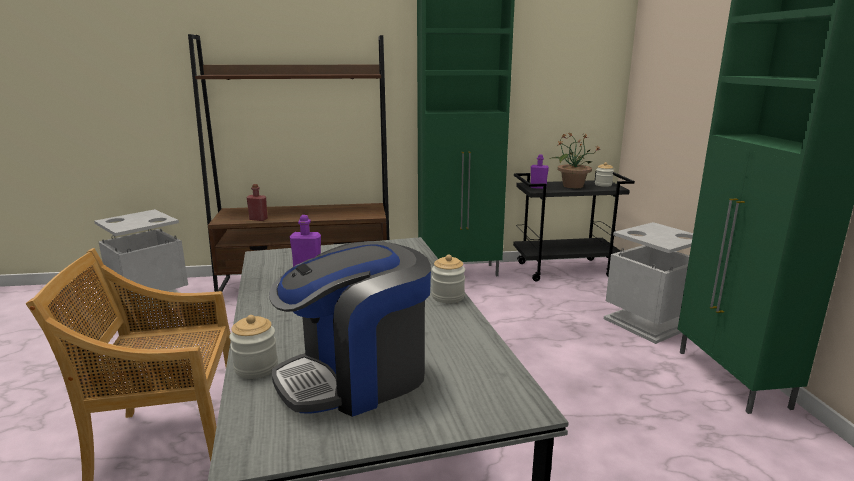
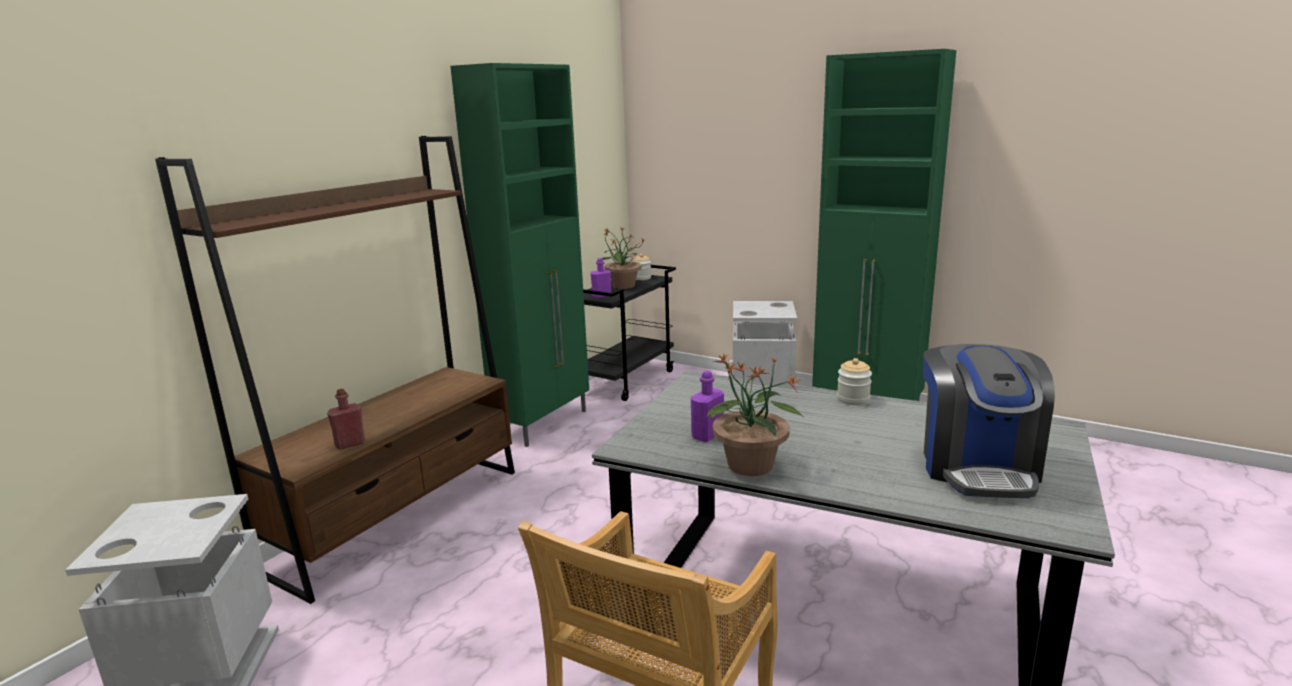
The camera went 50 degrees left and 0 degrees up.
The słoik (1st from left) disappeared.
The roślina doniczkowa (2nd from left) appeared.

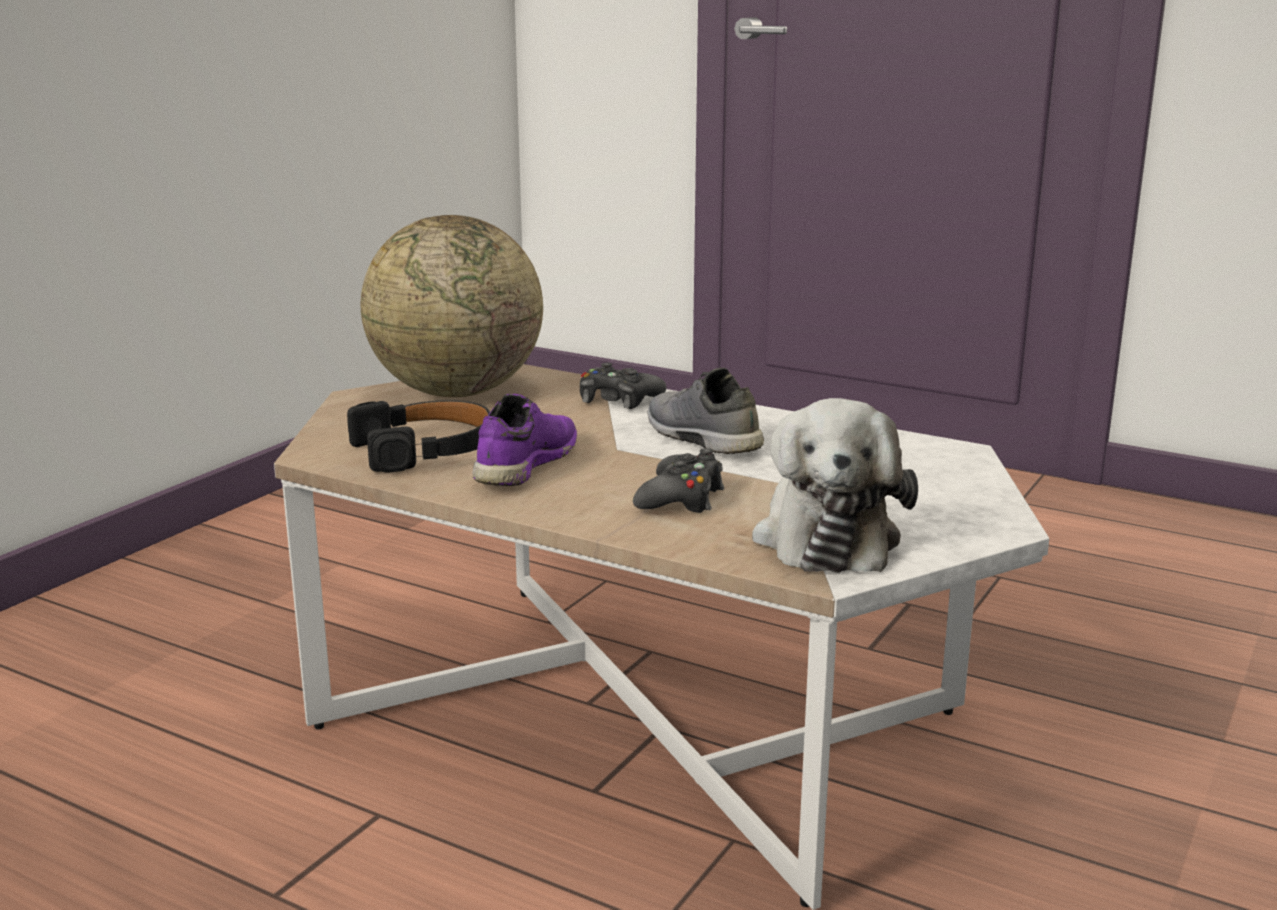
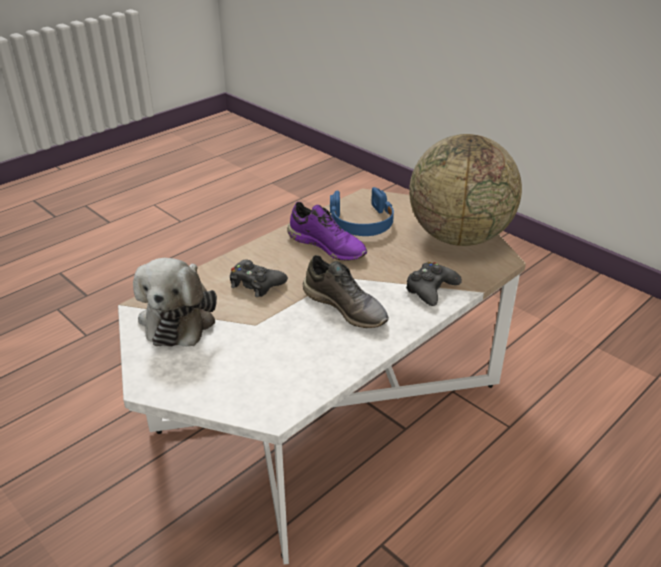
The camera went 105 degrees right and 15 degrees up.
The słuchawki/czarny became the słuchawki/niebieski.
The but/szary turned 60 degrees clockwise.
The pluszak turned 105 degrees counterclockwise.

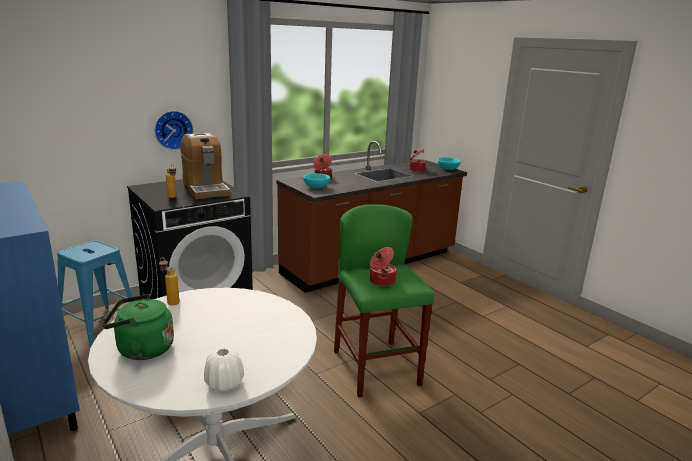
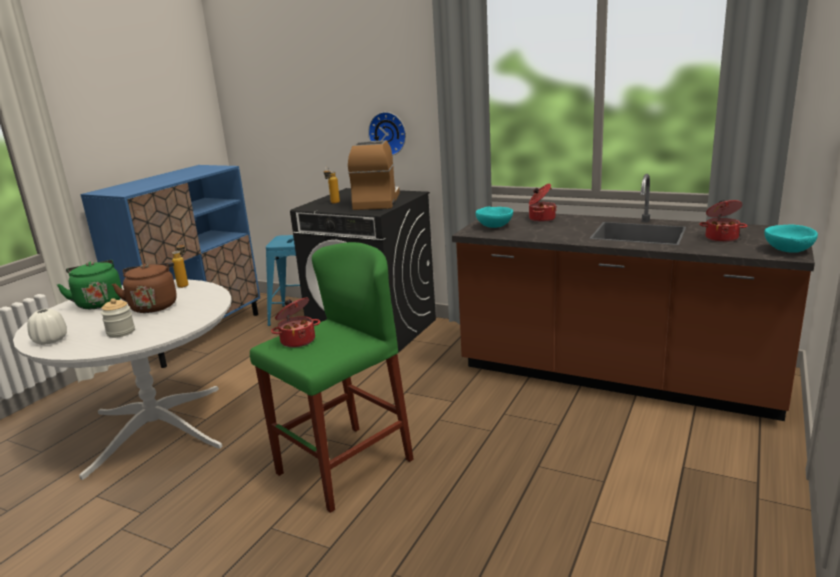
The camera went 65 degrees right and 0 degrees up.
The ekspres do kawy turned 150 degrees clockwise.
The słoik appeared.
The czajnik/brązowy appeared.

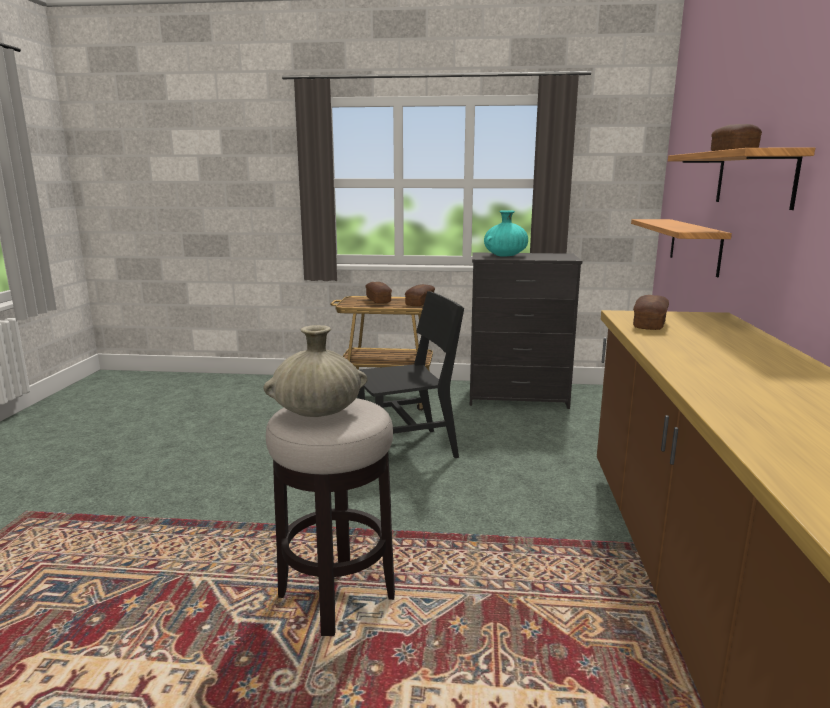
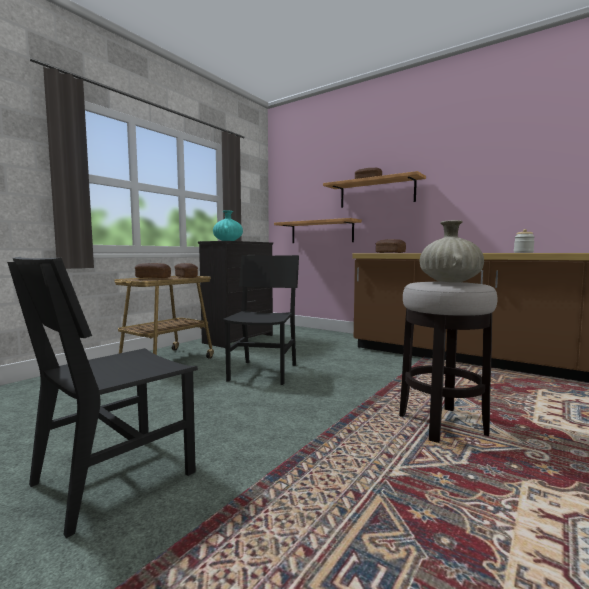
The camera went 60 degrees left and 10 degrees down.
The krzesło/czarny (1st from left) appeared.
The słoik appeared.

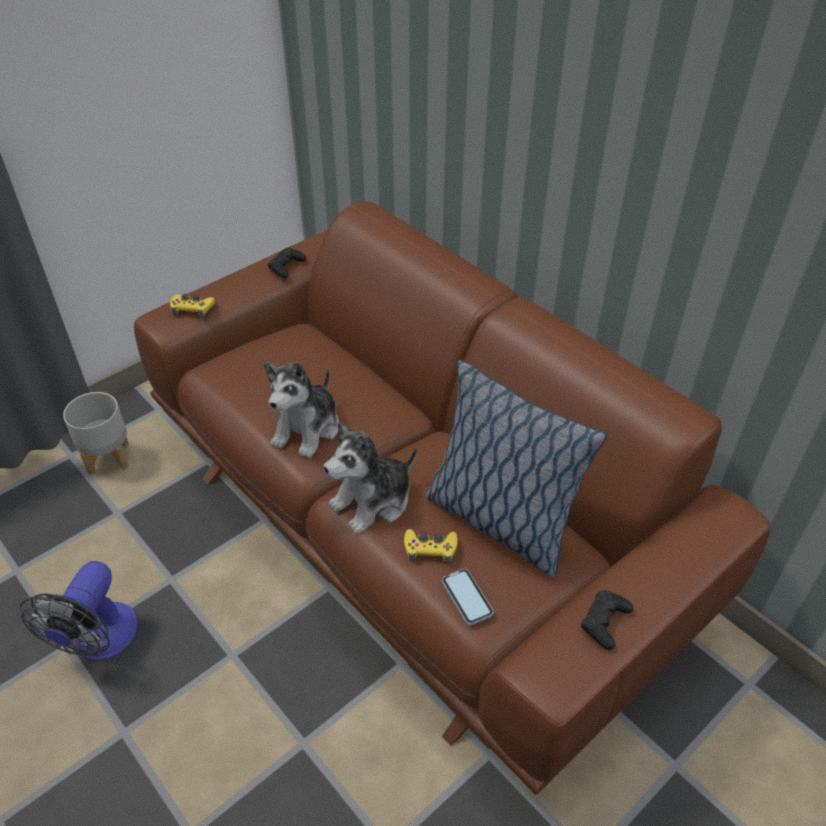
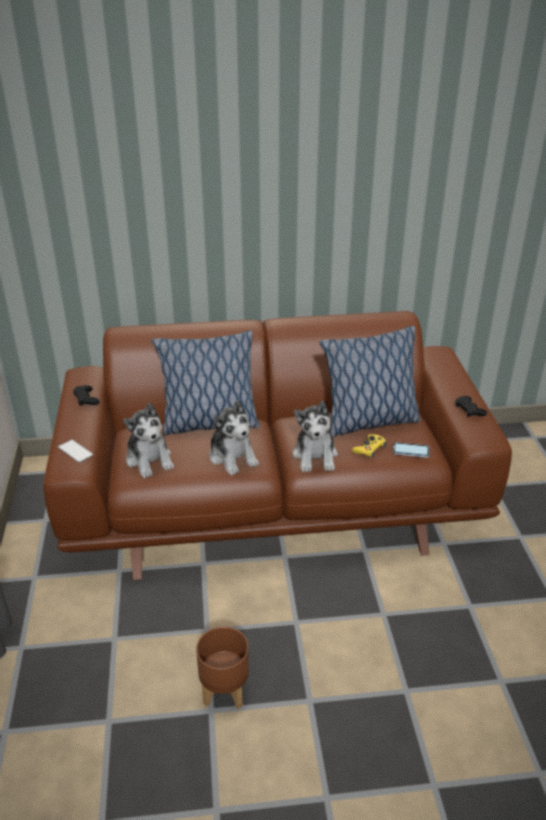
The camera went 55 degrees left and 10 degrees down.
The wentylator was replaced by the donica/brązowy.
The donica/szary disappeared.
The pad do gier/żółty (1st from left) was replaced by the telefon (1st from left).
The pluszak (1st from left) appeared.
The poduszka (1st from left) appeared.

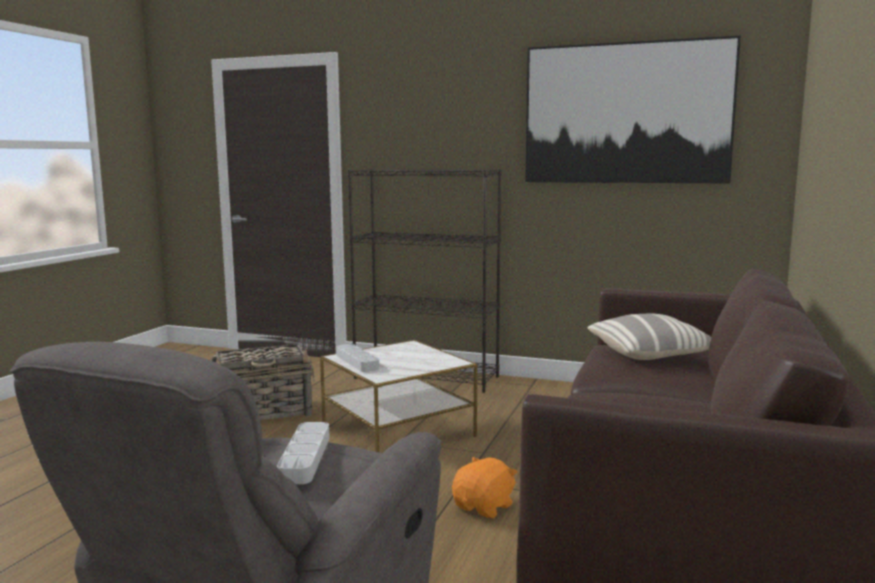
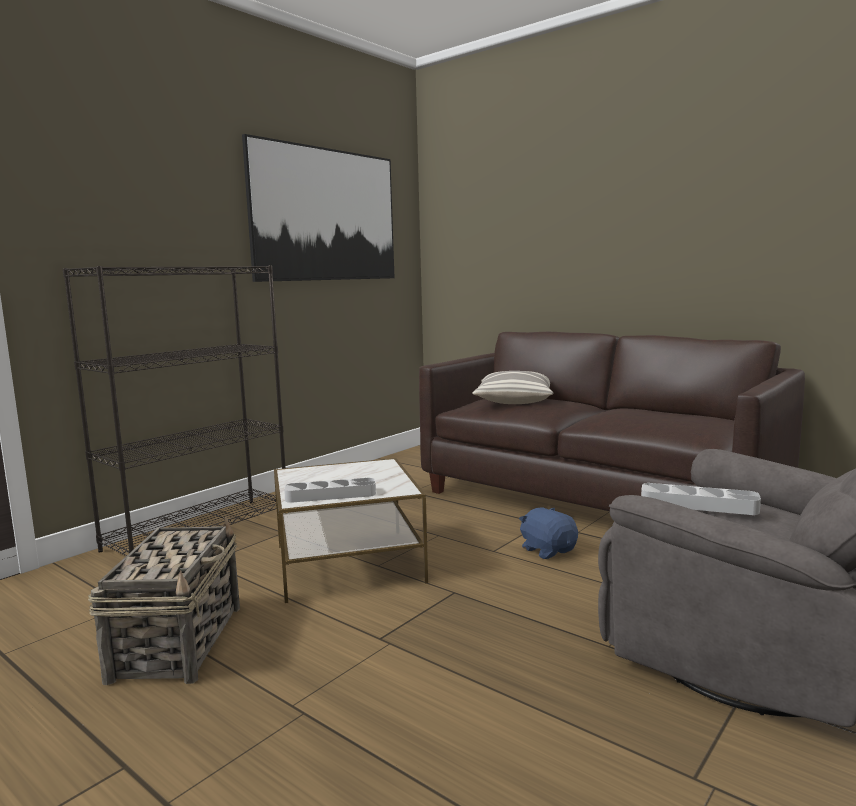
The camera went 70 degrees left and 0 degrees up.
The pluszak/pomarańczowy became the pluszak/niebieski.

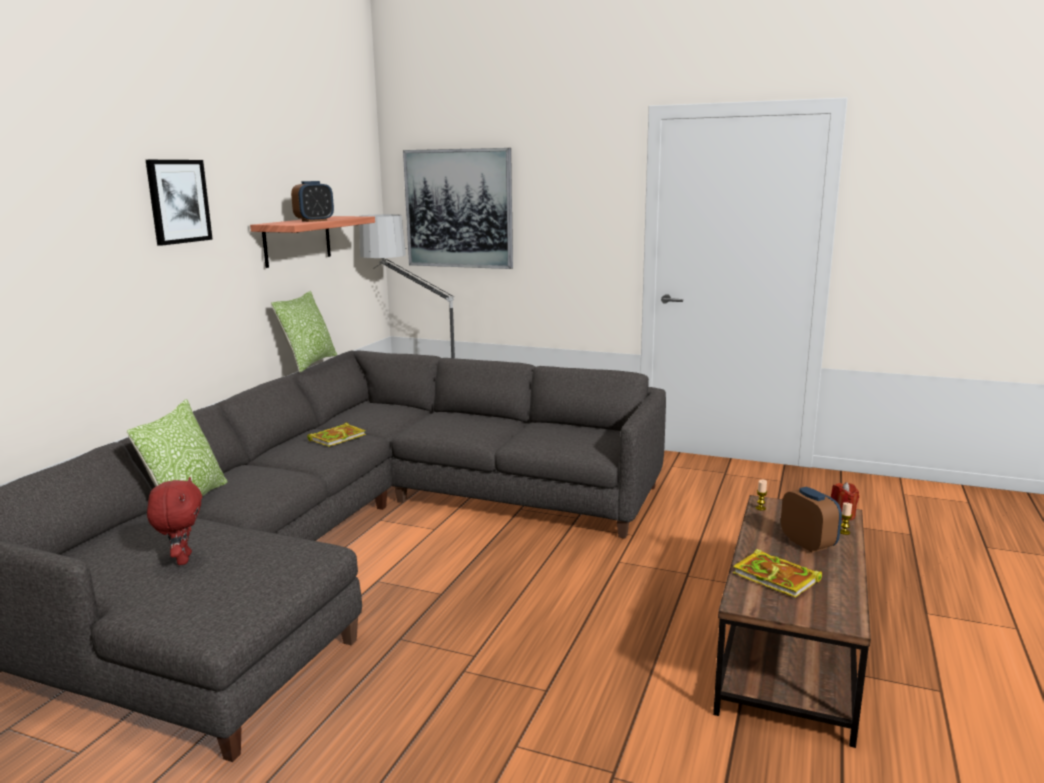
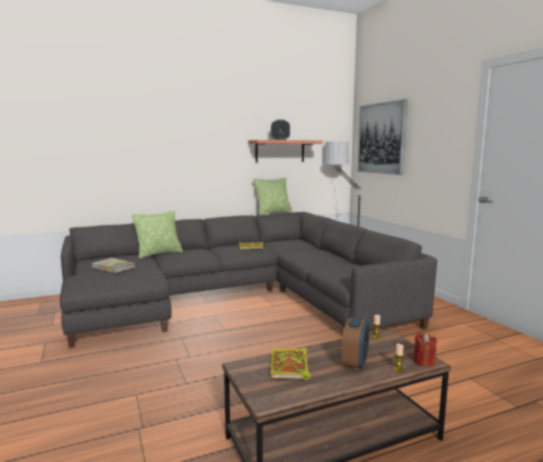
The camera went 45 degrees right and 5 degrees down.
The obraz (1st from left) disappeared.
The pluszak/czerwony was replaced by the książka (1st from left).

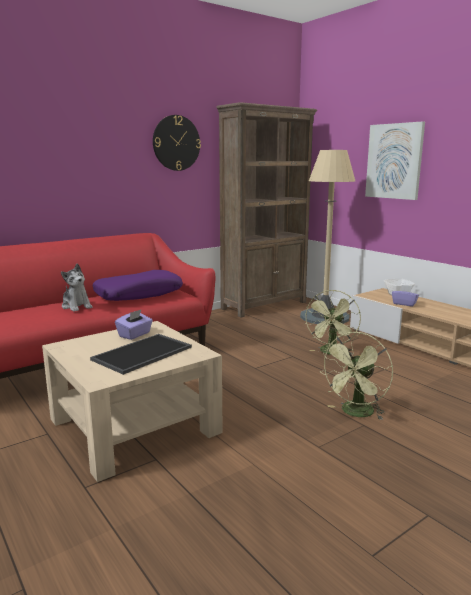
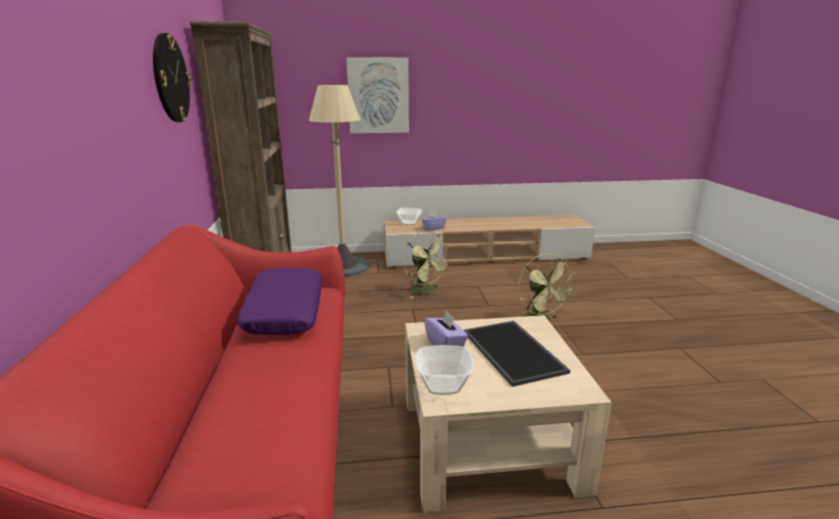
The camera went 60 degrees left and 5 degrees up.
The pluszak disappeared.
The miska (2nd from left) appeared.

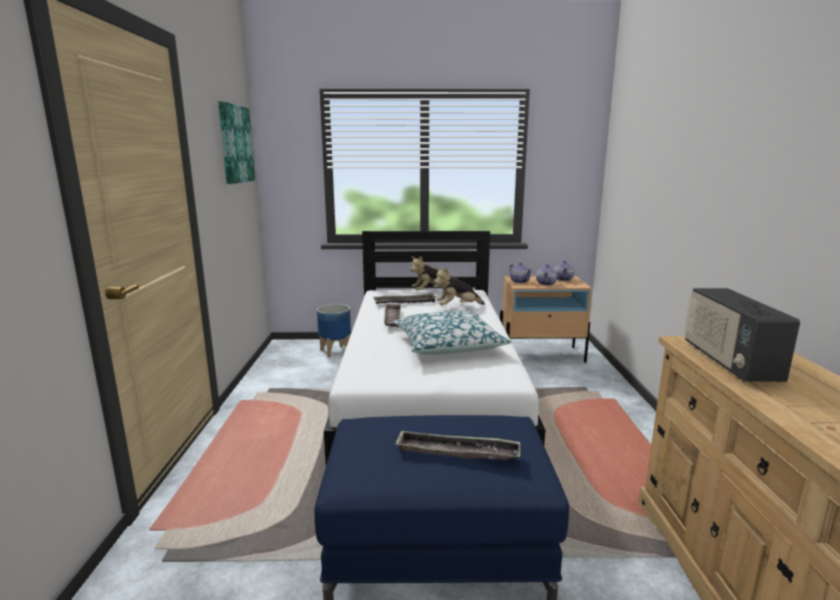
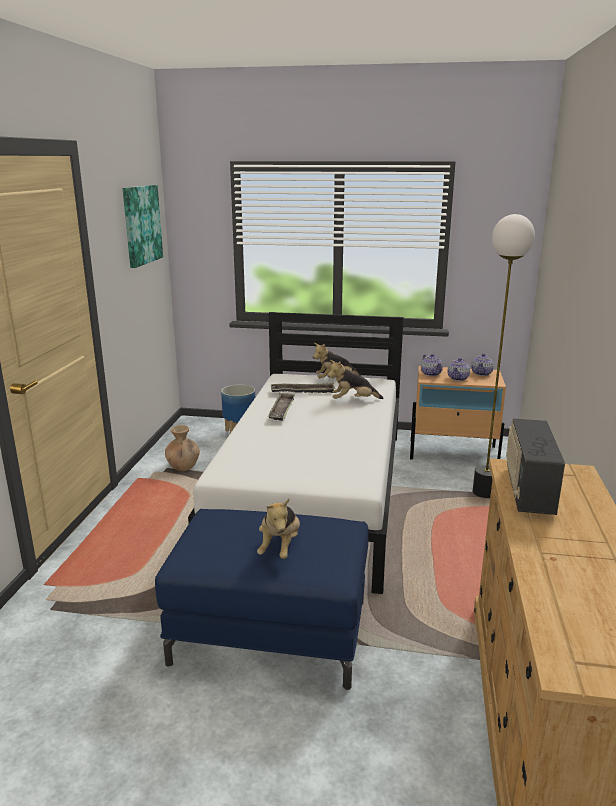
The camera went 10 degrees right and 5 degrees up.
The poduszka disappeared.
The taca (3rd from left) was replaced by the pluszak (1st from left).
The wazon/brązowy appeared.
The lampa stojąca appeared.

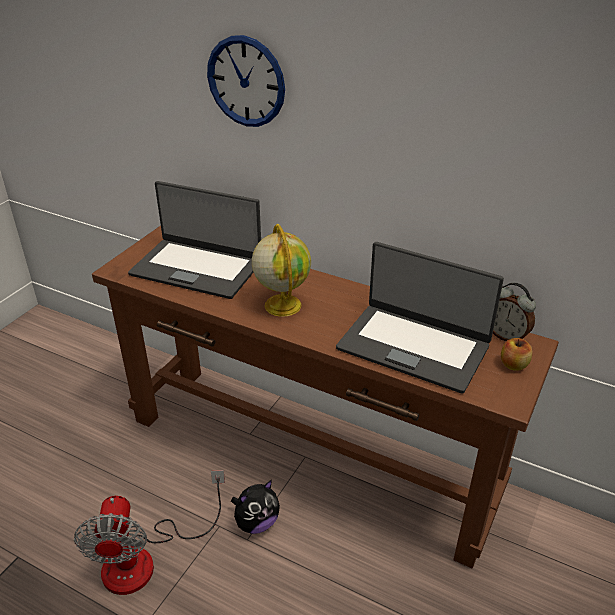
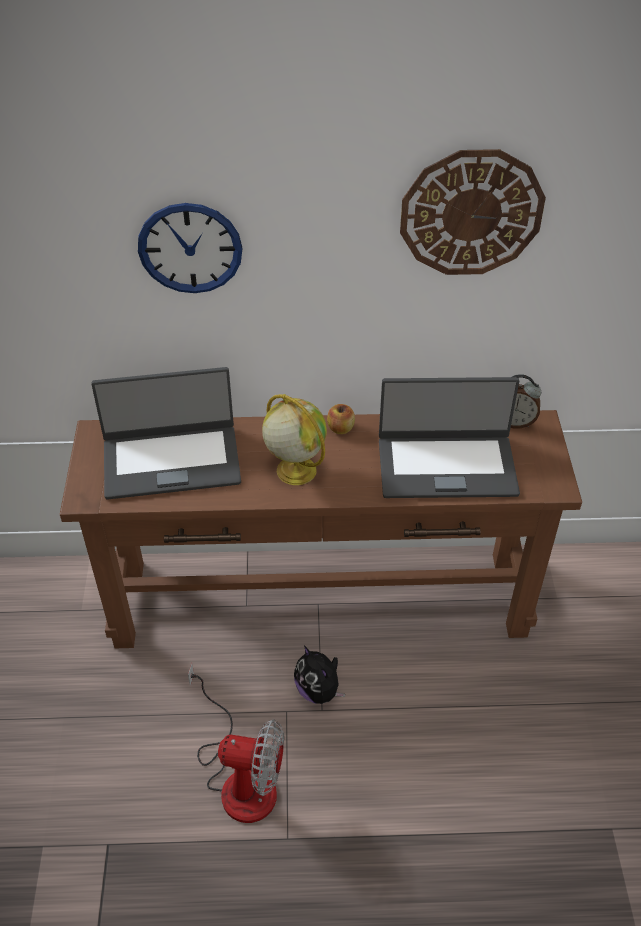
The camera went 30 degrees left and 10 degrees up.
The wentylator turned 45 degrees counterclockwise.
The pluszak turned 120 degrees clockwise.
The jabłko moved.
The zegar ścienny (2nd from left) appeared.

